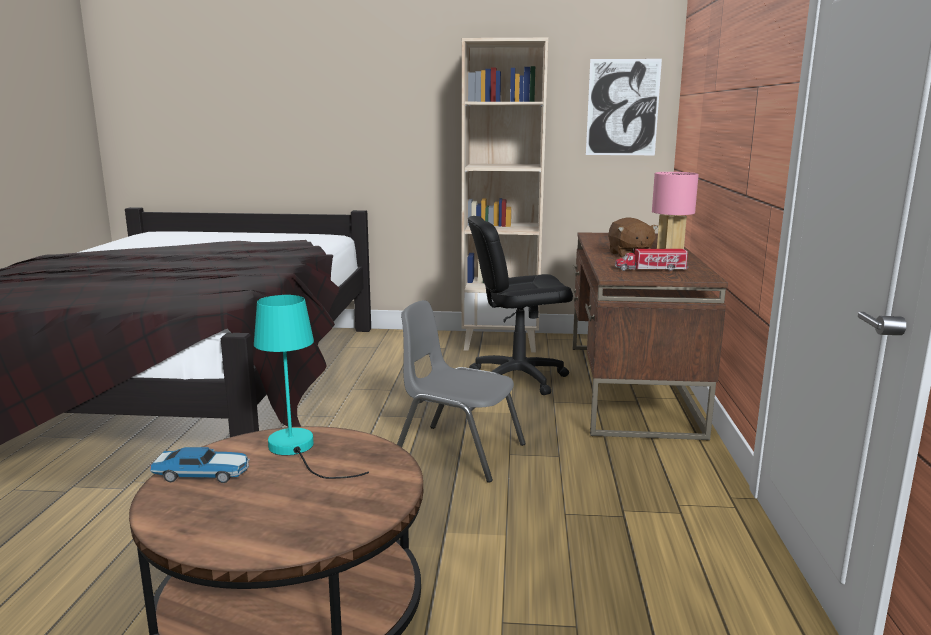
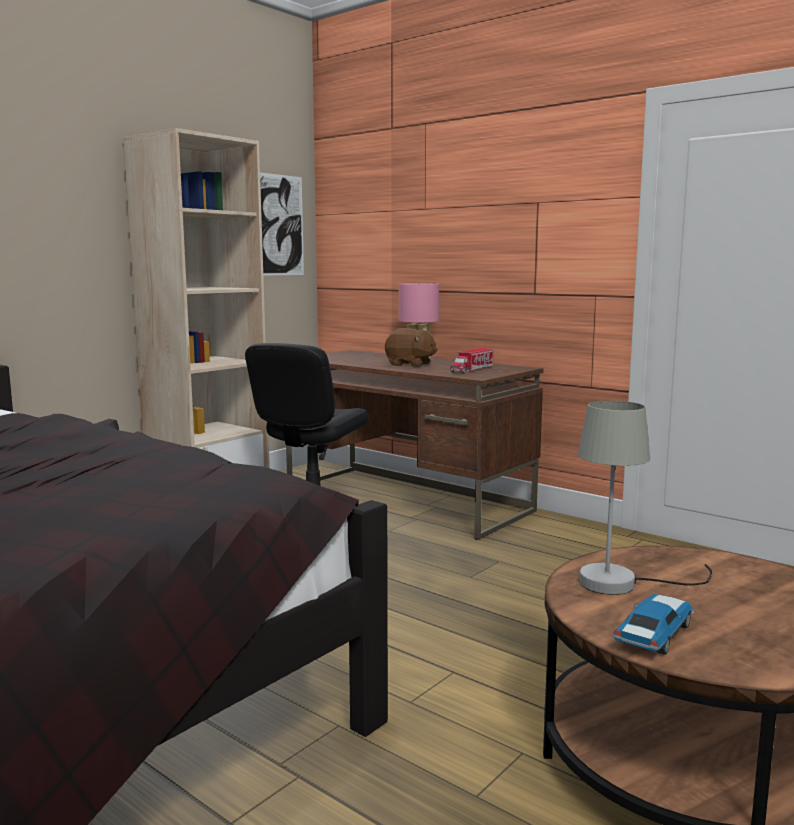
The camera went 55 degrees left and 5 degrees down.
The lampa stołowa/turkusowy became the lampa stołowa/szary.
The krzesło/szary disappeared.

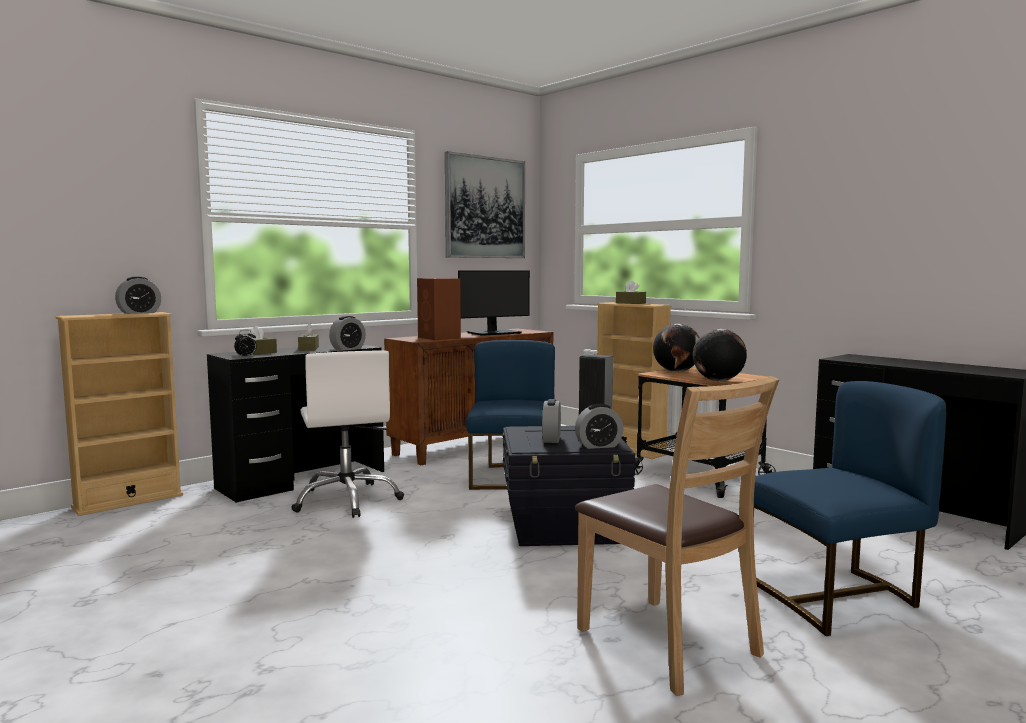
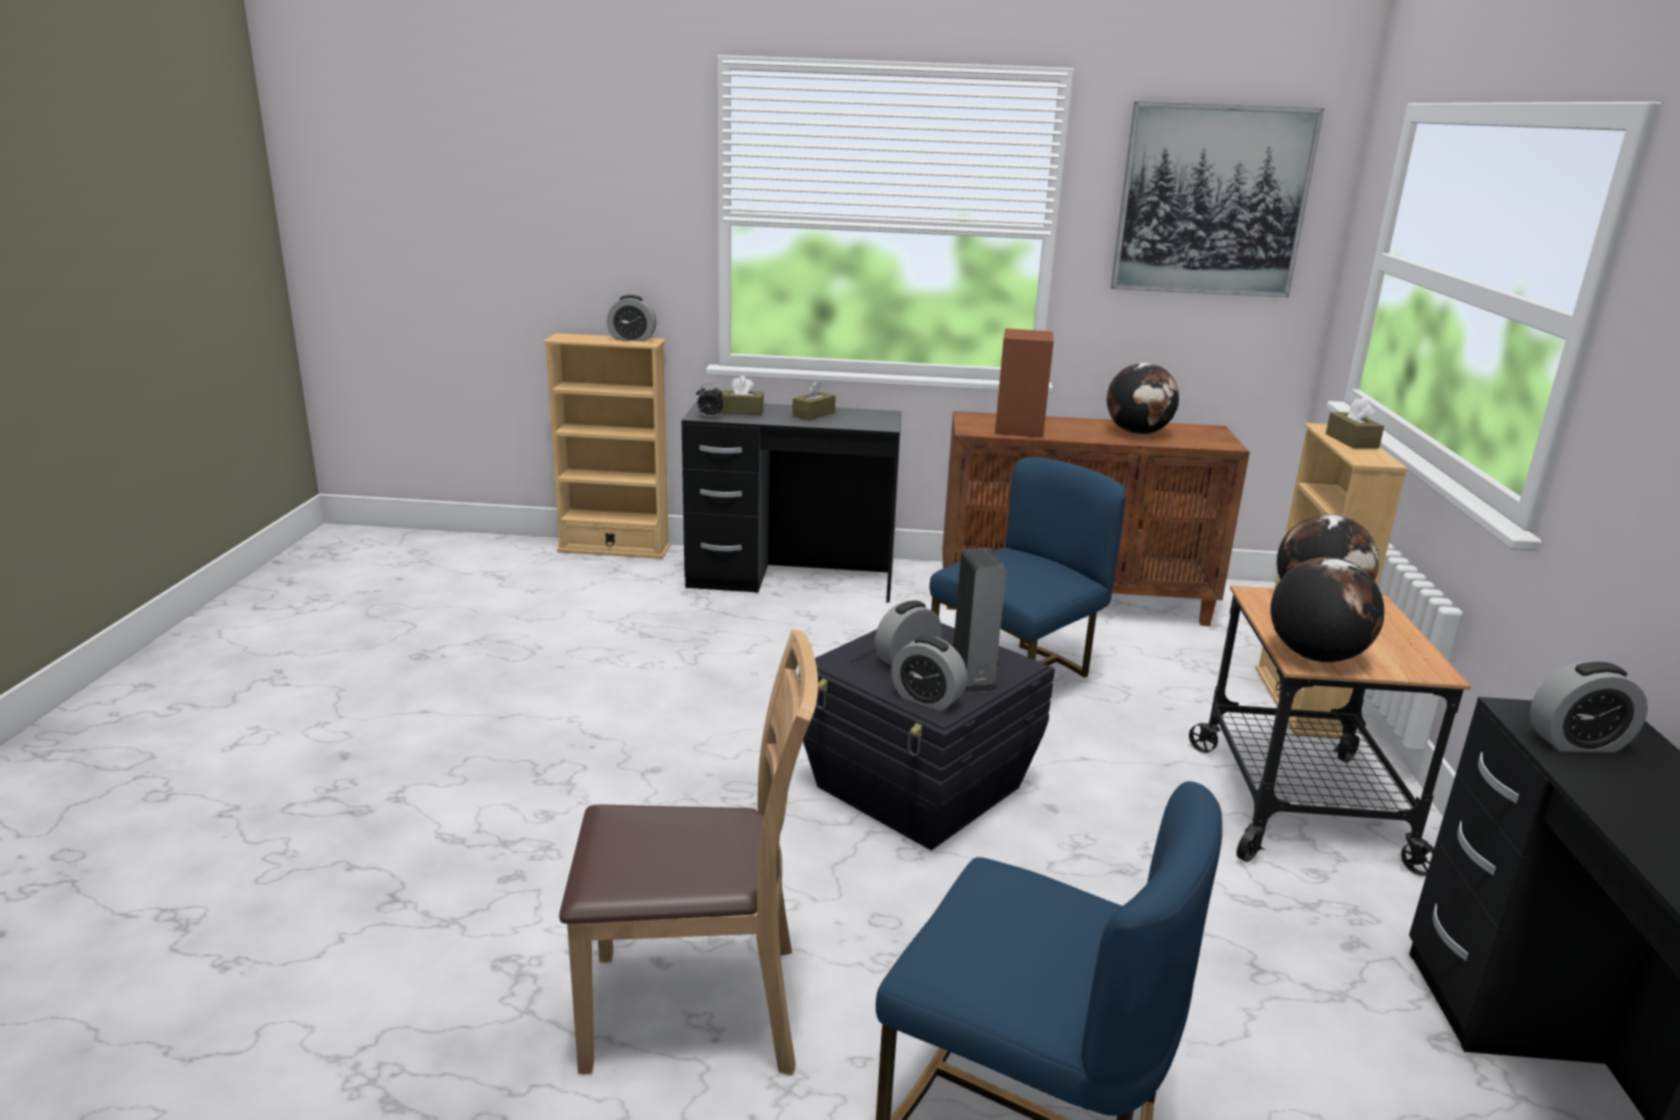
The camera went 45 degrees right and 15 degrees up.
The krzesło biurowe/biały disappeared.
The budzik (3rd from left in the first image) moved.
The monitor was replaced by the globus (1st from left).
The krzesło/brązowy turned 105 degrees counterclockwise.

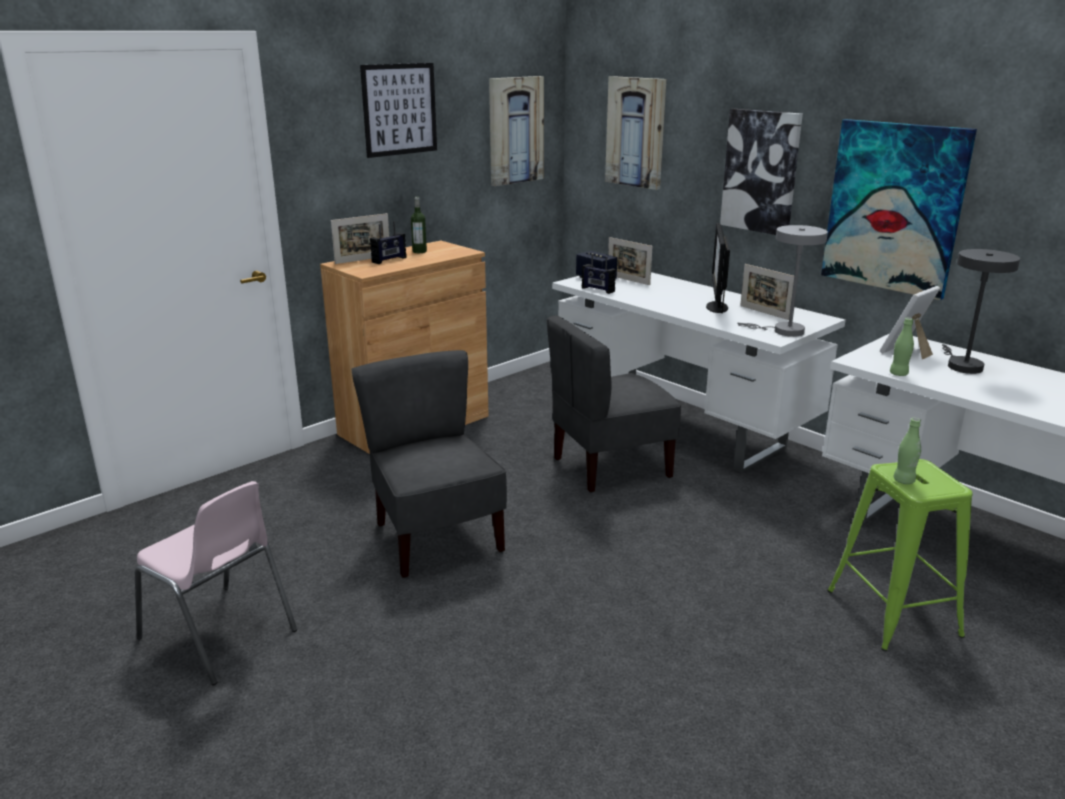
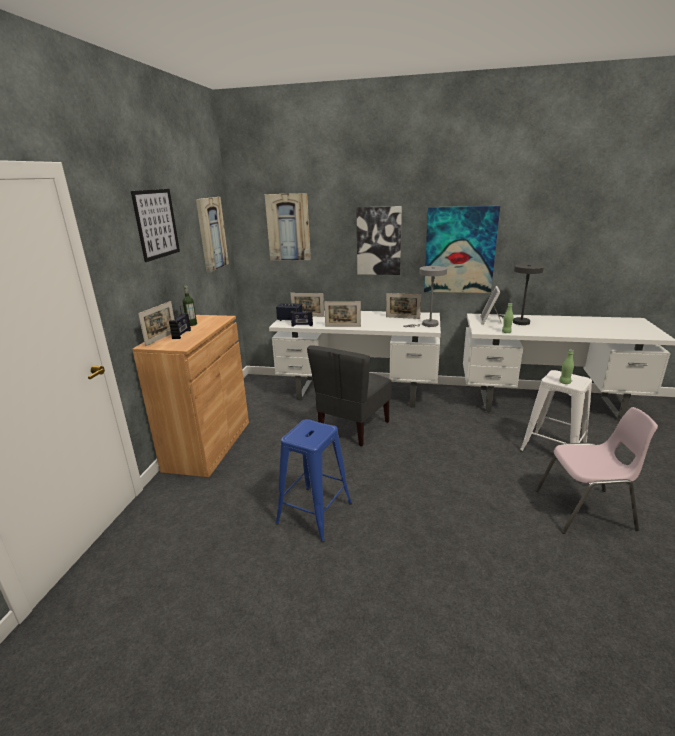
The camera went 35 degrees left and 0 degrees up.
The krzesło/różowy moved.
The krzesło/szary (1st from left) was replaced by the stołek/niebieski.
The monitor disappeared.
The stołek/zielony became the stołek/biały.
The ramka na zdjęcie (3rd from left) appeared.

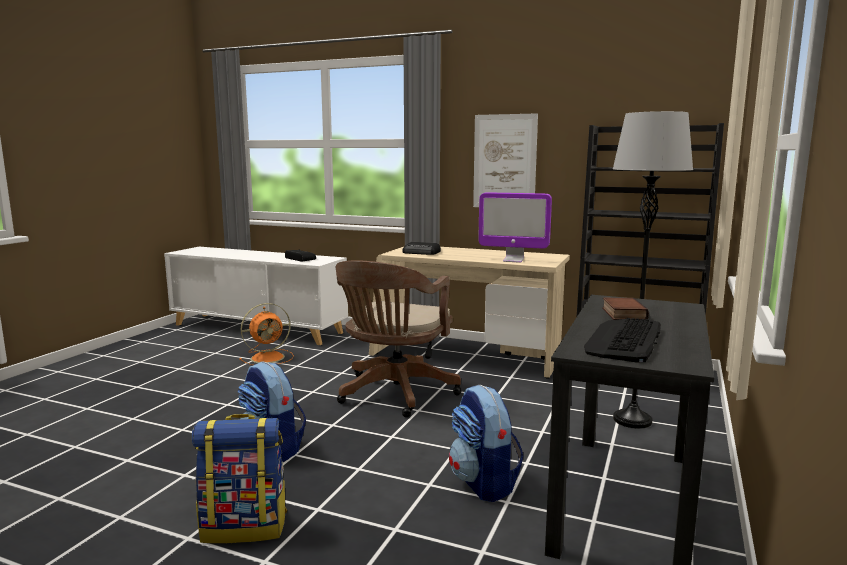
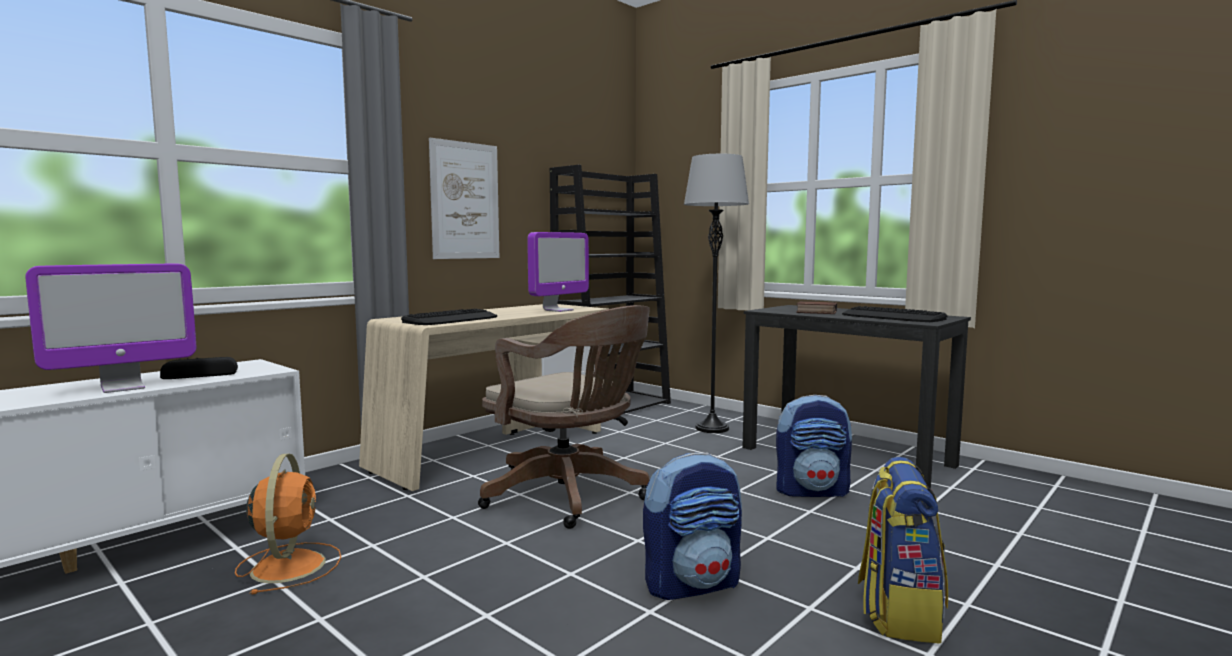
The camera went 70 degrees left and 5 degrees down.
The radio (2nd from left) was replaced by the klawiatura (1st from left).
The monitor (1st from left) appeared.

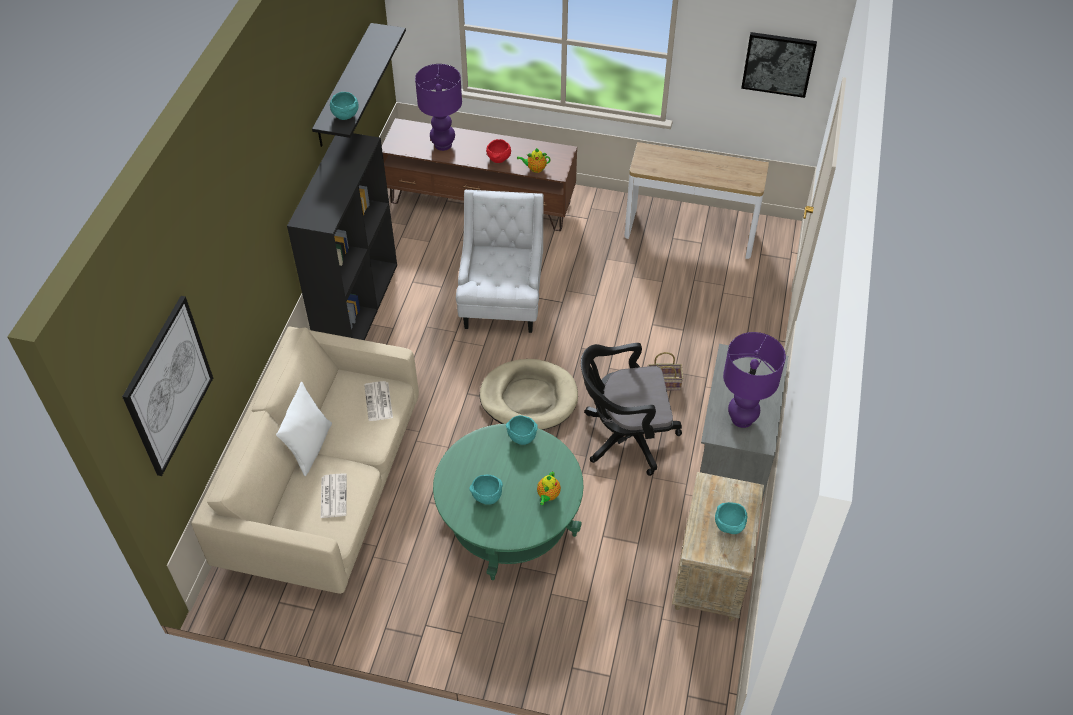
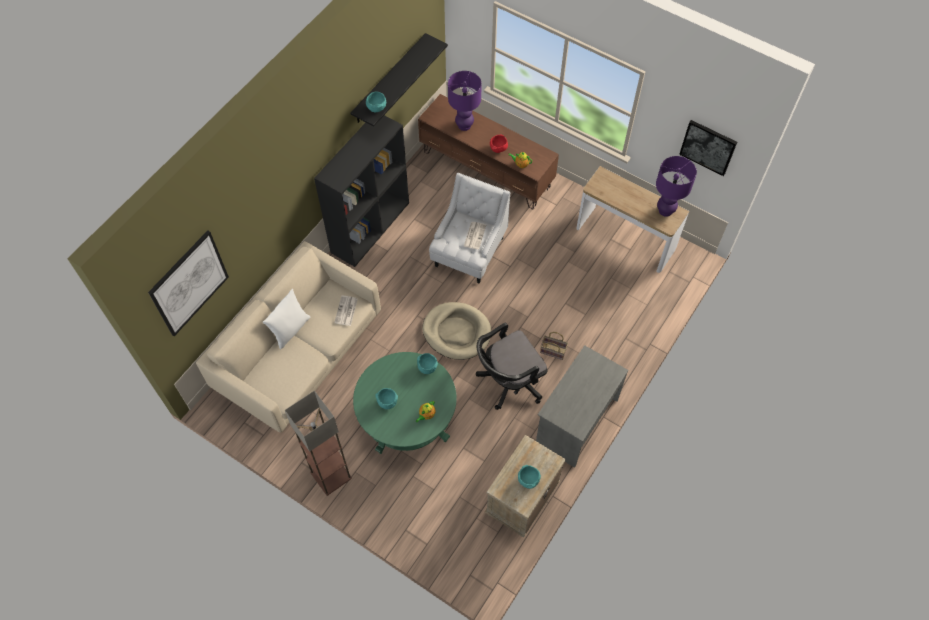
The camera went 20 degrees right and 10 degrees up.
The gazeta (1st from left in the first image) moved.
The krzesło biurowe/czarny turned 45 degrees counterclockwise.
The lampa stołowa/fioletowy (2nd from left) moved.
The lampa stojąca appeared.

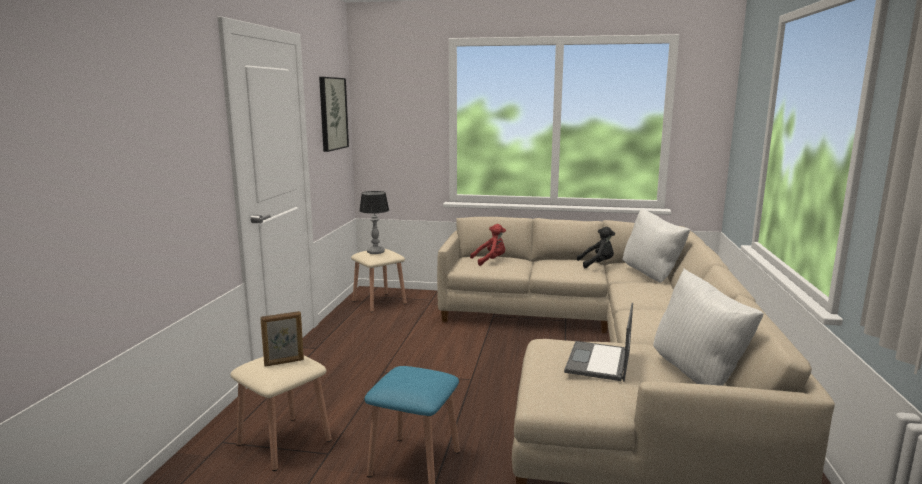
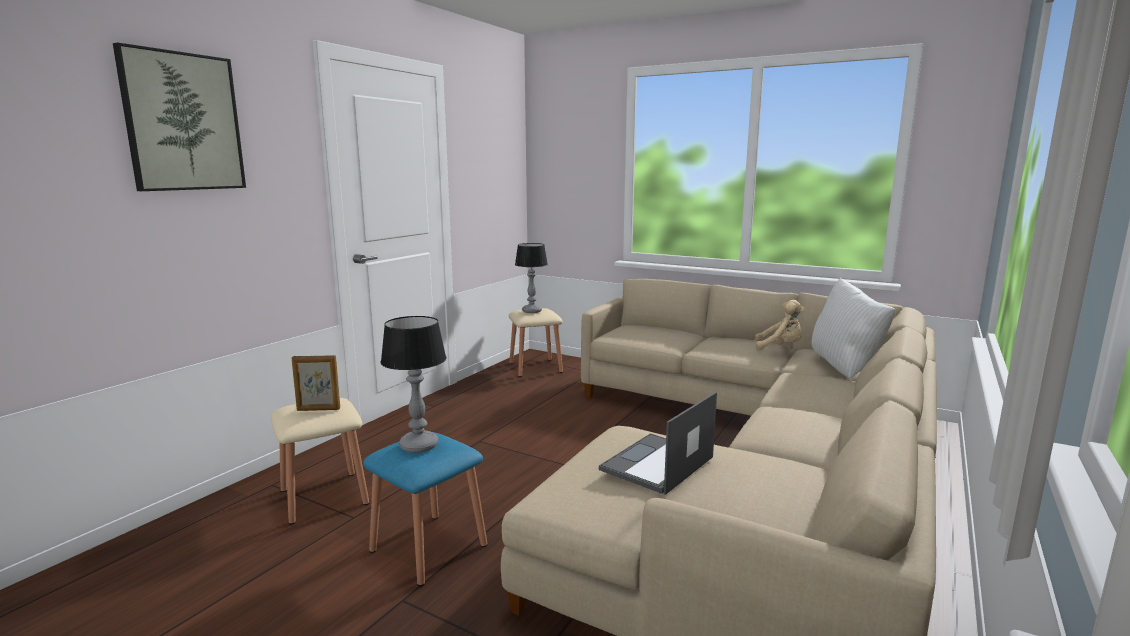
The camera went 20 degrees right and 0 degrees up.
The obraz moved.
The pluszak/czerwony disappeared.
The pluszak/czarny became the pluszak/beżowy.
The poduszka/biały (2nd from left) disappeared.
The lampa stołowa (1st from left) appeared.

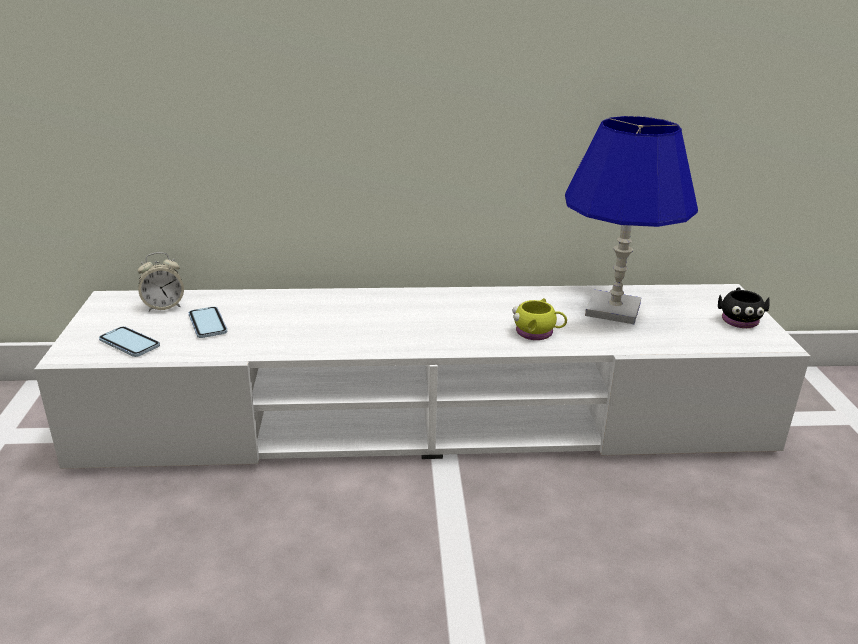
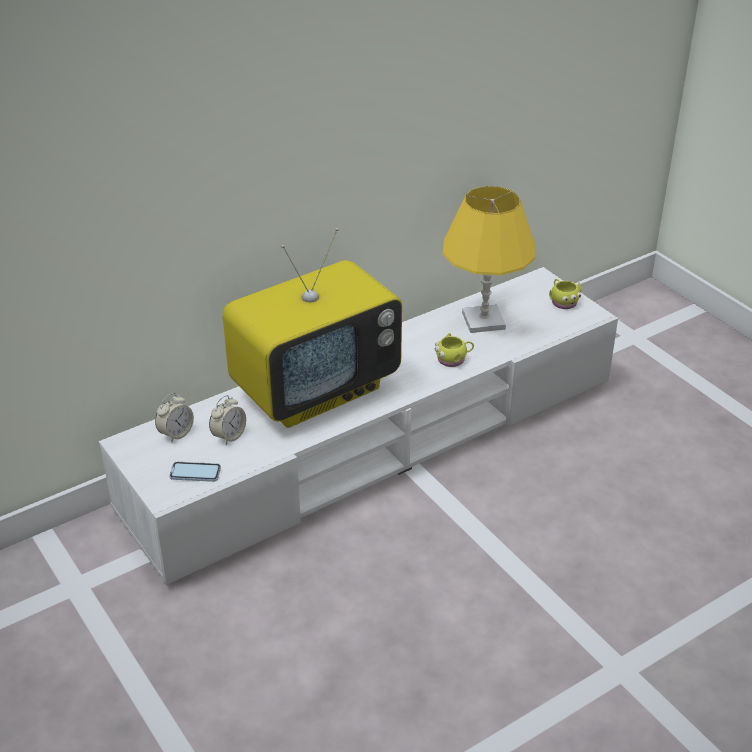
The camera went 30 degrees left and 10 degrees up.
The telefon (2nd from left) was replaced by the budzik (2nd from left).
The lampa stołowa/niebieski became the lampa stołowa/żółty.
The kubek/czarny became the kubek/żółty (2nd from left).
The telewizor appeared.

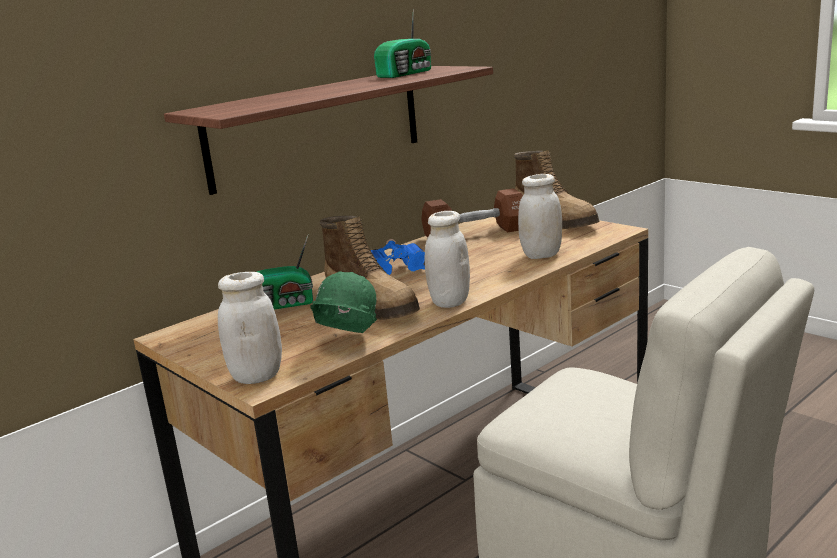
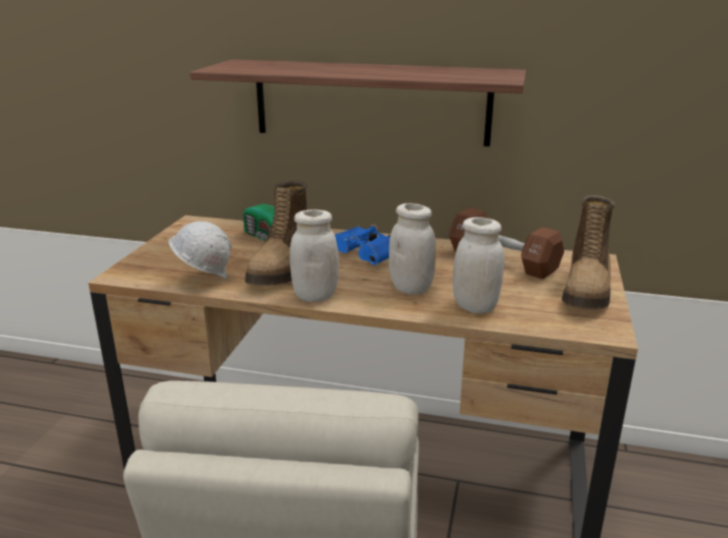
The camera went 55 degrees right and 5 degrees up.
The słoik/biały (1st from left in the first image) moved.
The kask/zielony became the kask/biały.
The radio (2nd from left) disappeared.

